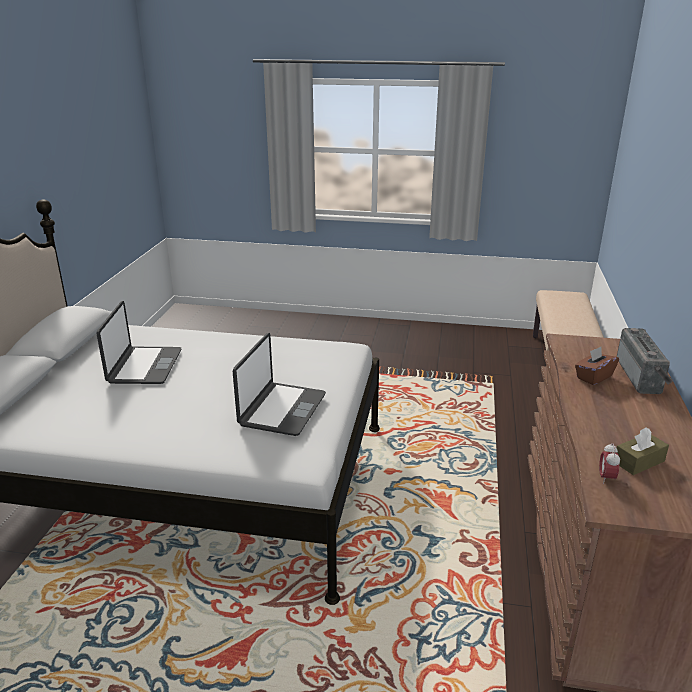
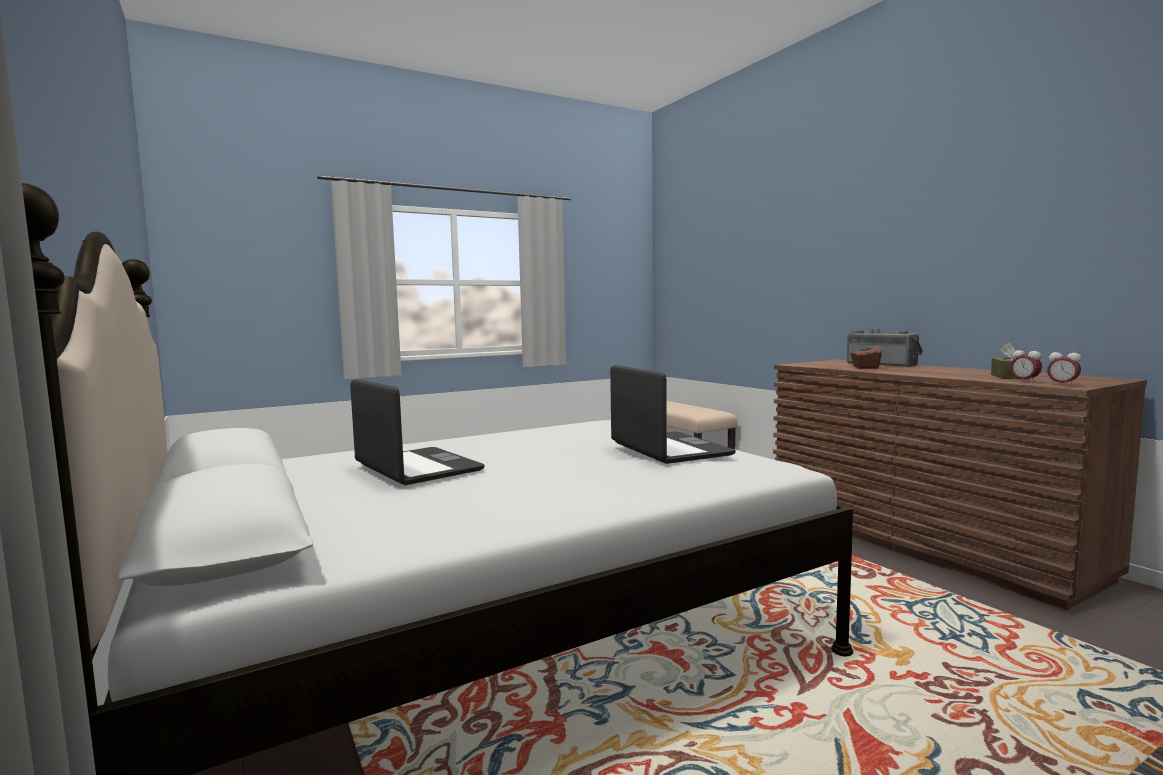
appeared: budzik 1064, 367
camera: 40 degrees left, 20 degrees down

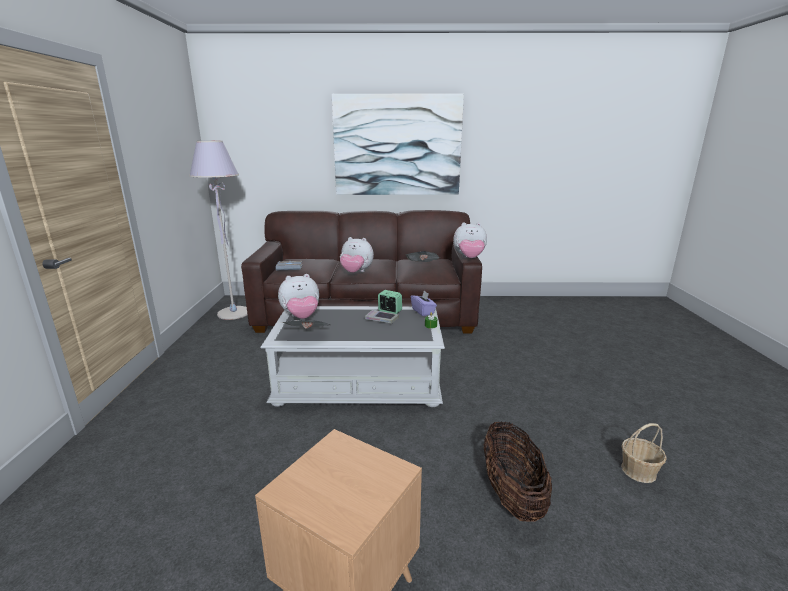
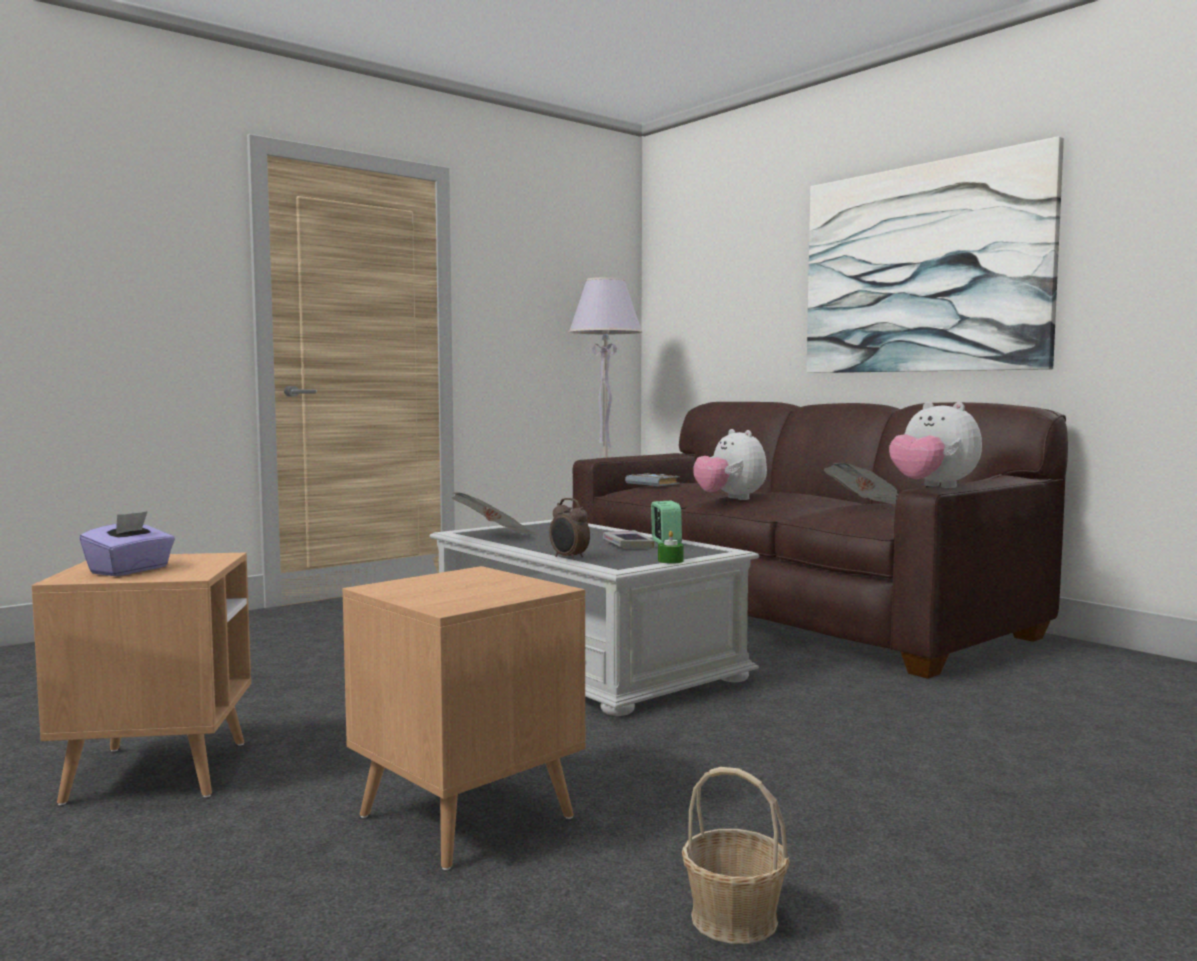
missing: pluszak 298, 296
appeared: budzik 569, 529
relocated: pudełko chusteczek (fioletowy) 424, 303 to 127, 543
exchanged: koszyk 517, 471 to stolik (brązowy) 464, 718
camera: 50 degrees right, 15 degrees down

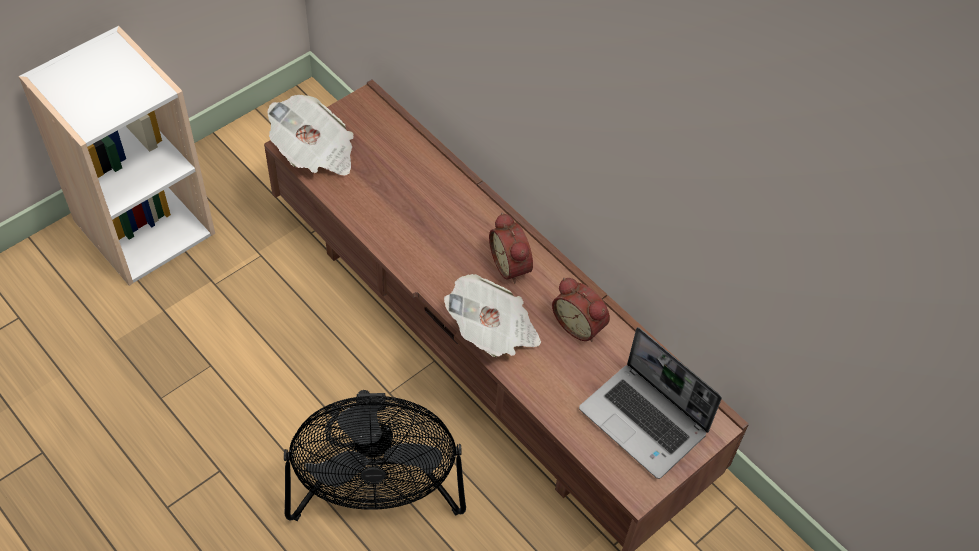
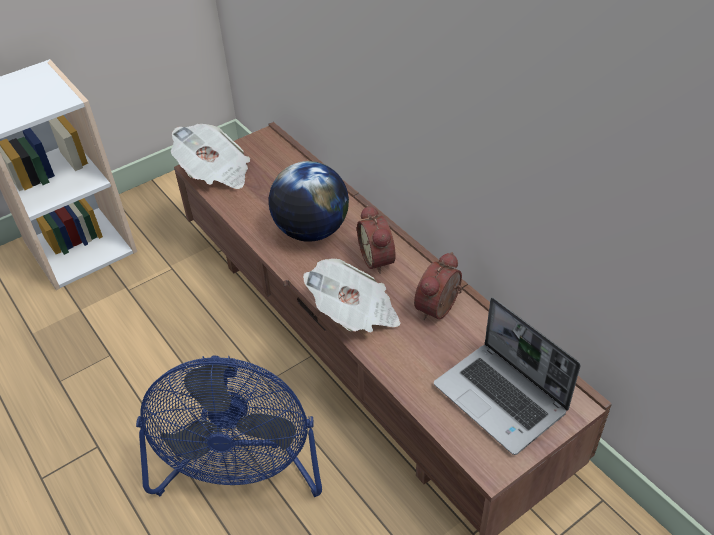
appeared: globus 309, 201
colour: wentylator (czarny) 375, 455 to wentylator (niebieski) 229, 426
spun: budzik 581, 310 = 438, 286 75 degrees clockwise
camera: 10 degrees right, 10 degrees down

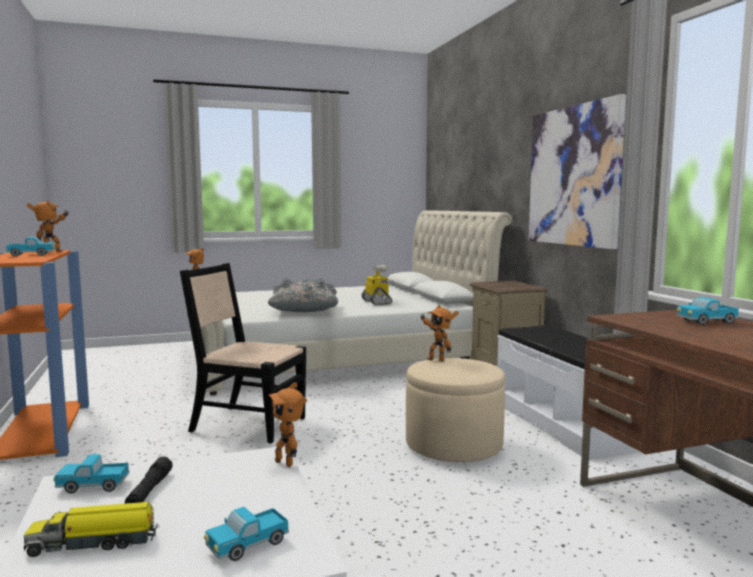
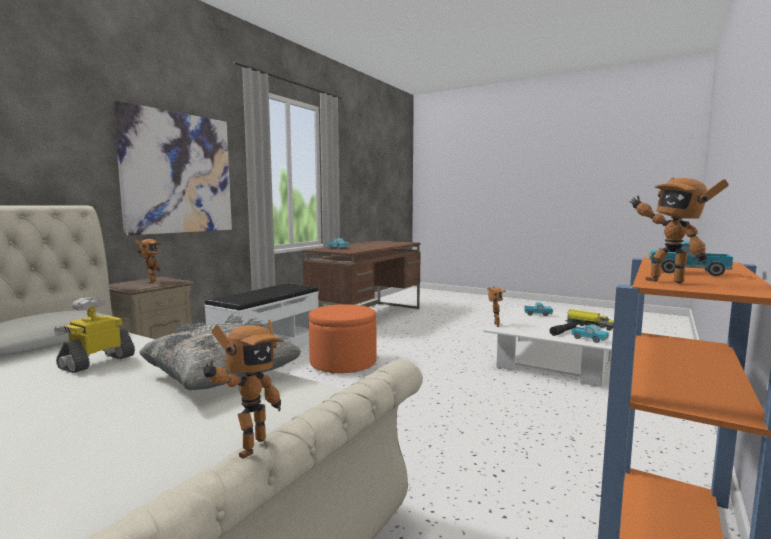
missing: krzesło 243, 353
relocated: robot zabawkowy 439, 333 to 148, 261
colour: pufa (beżowy) 455, 410 to pufa (pomarańczowy) 343, 338
camera: 130 degrees left, 0 degrees up

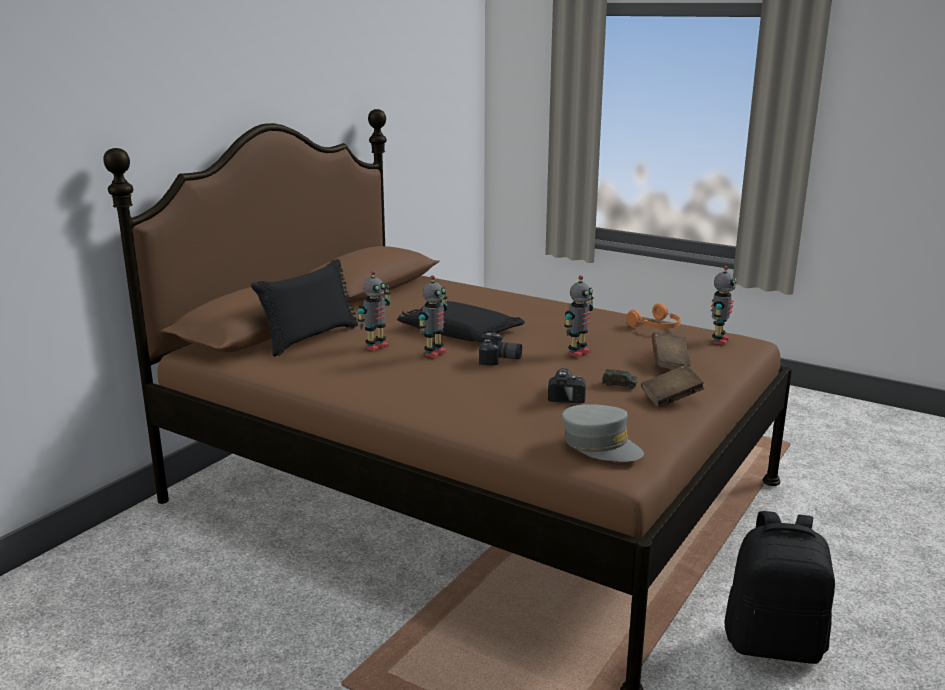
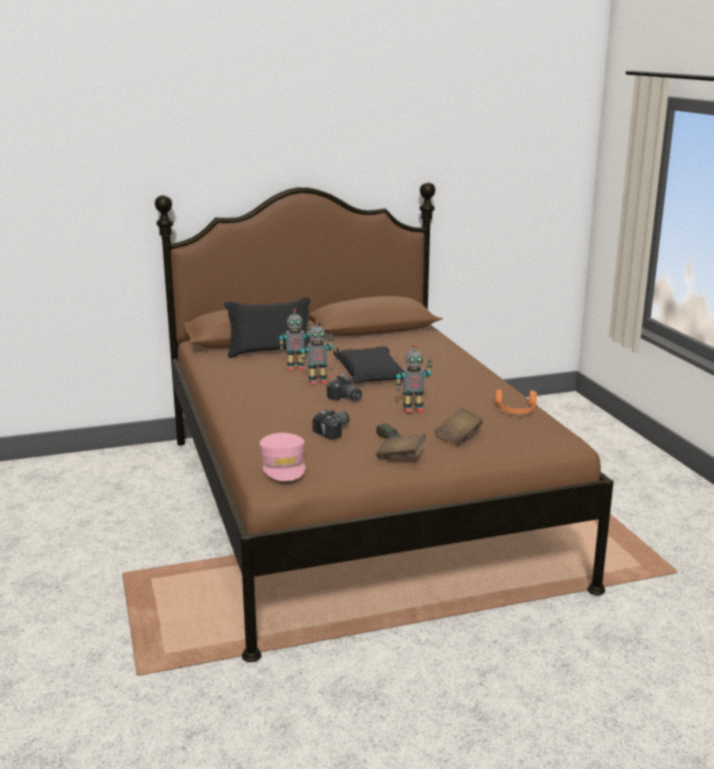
missing: robot zabawkowy 723, 305; plecak (czarny) 780, 587
colour: czapka z daszkiem (szary) 603, 433 to czapka z daszkiem (różowy) 283, 457
camera: 40 degrees right, 0 degrees up

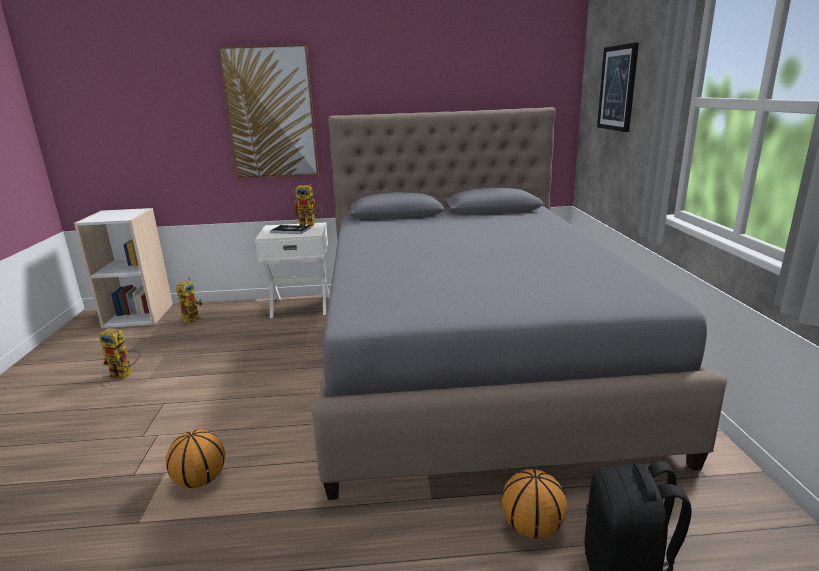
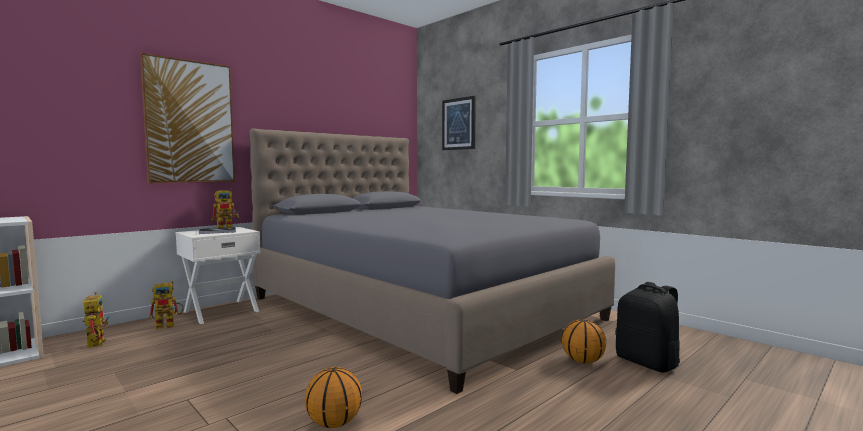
relocated: robot zabawkowy 119, 354 to 166, 305
camera: 40 degrees left, 15 degrees down

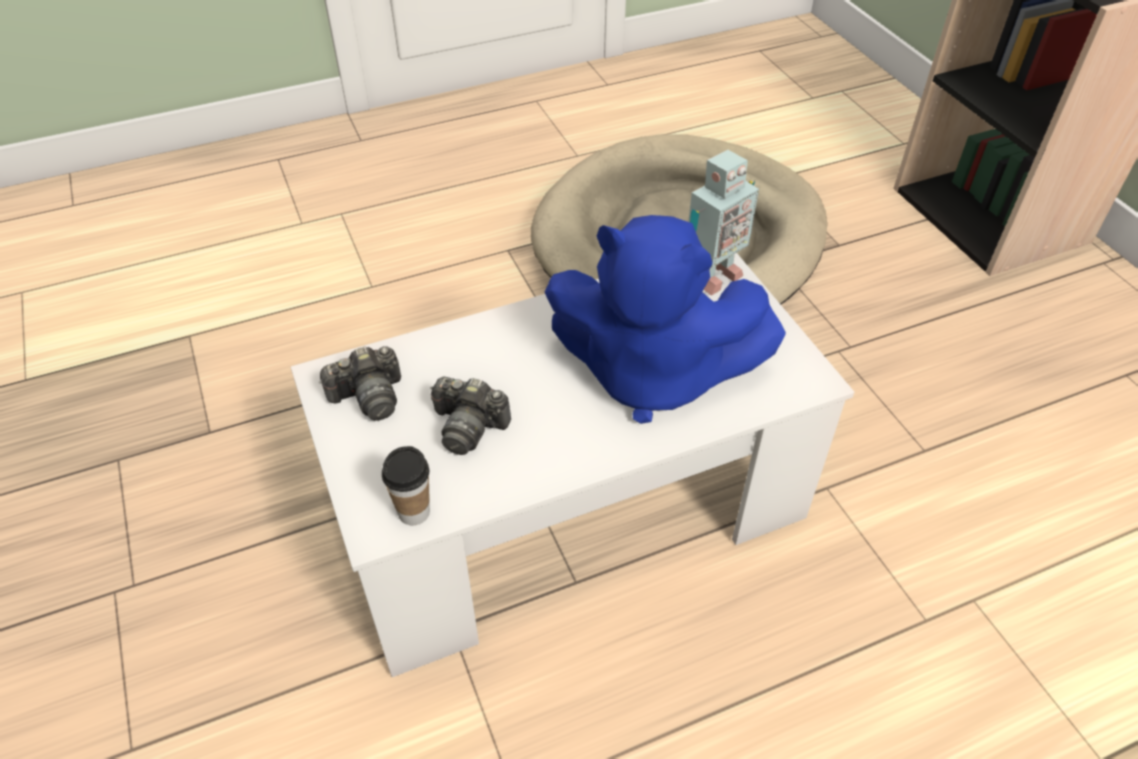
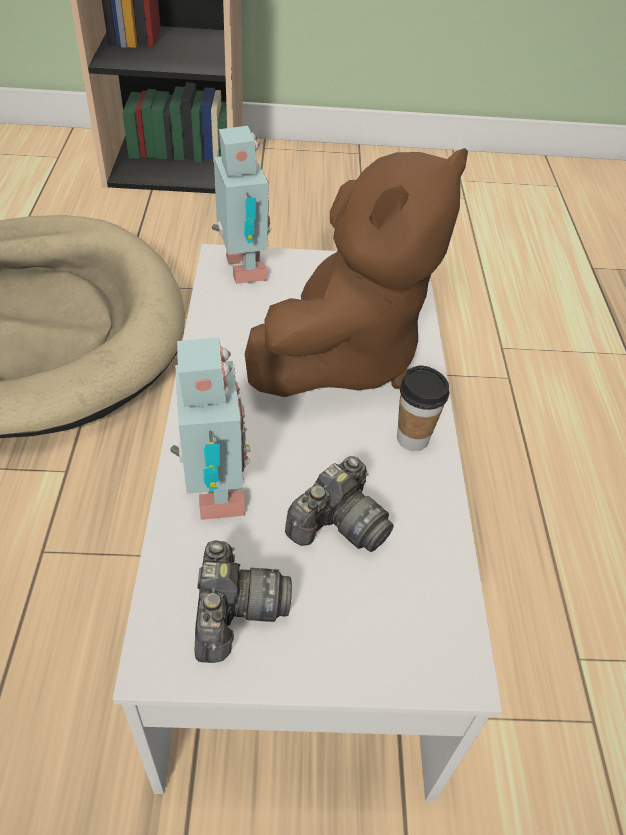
appeared: robot zabawkowy 210, 428
relocated: filiżanka 406, 485 to 423, 408
colour: pluszak (niebieski) 665, 319 to pluszak (brązowy) 356, 272
camera: 70 degrees left, 0 degrees up

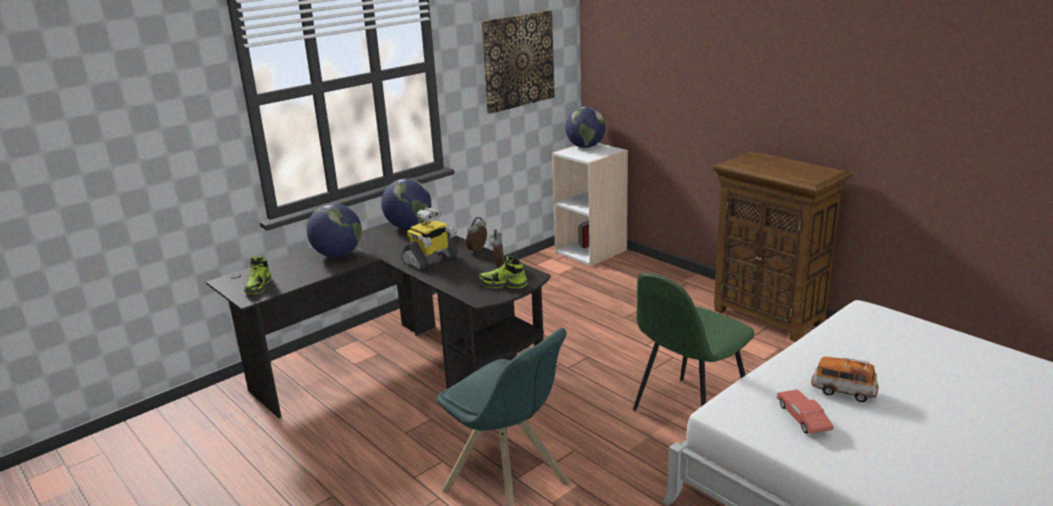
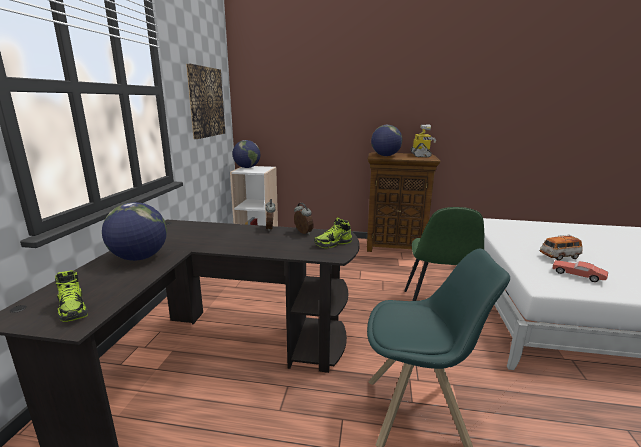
relocated: globus 406, 204 to 386, 140; robot zabawkowy 430, 239 to 423, 141
camera: 40 degrees left, 5 degrees down

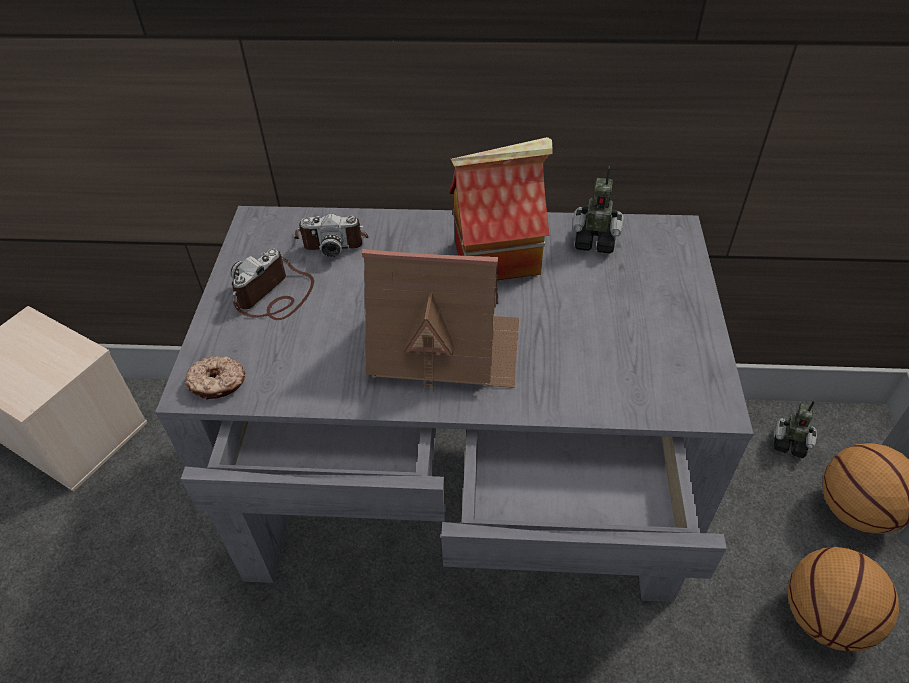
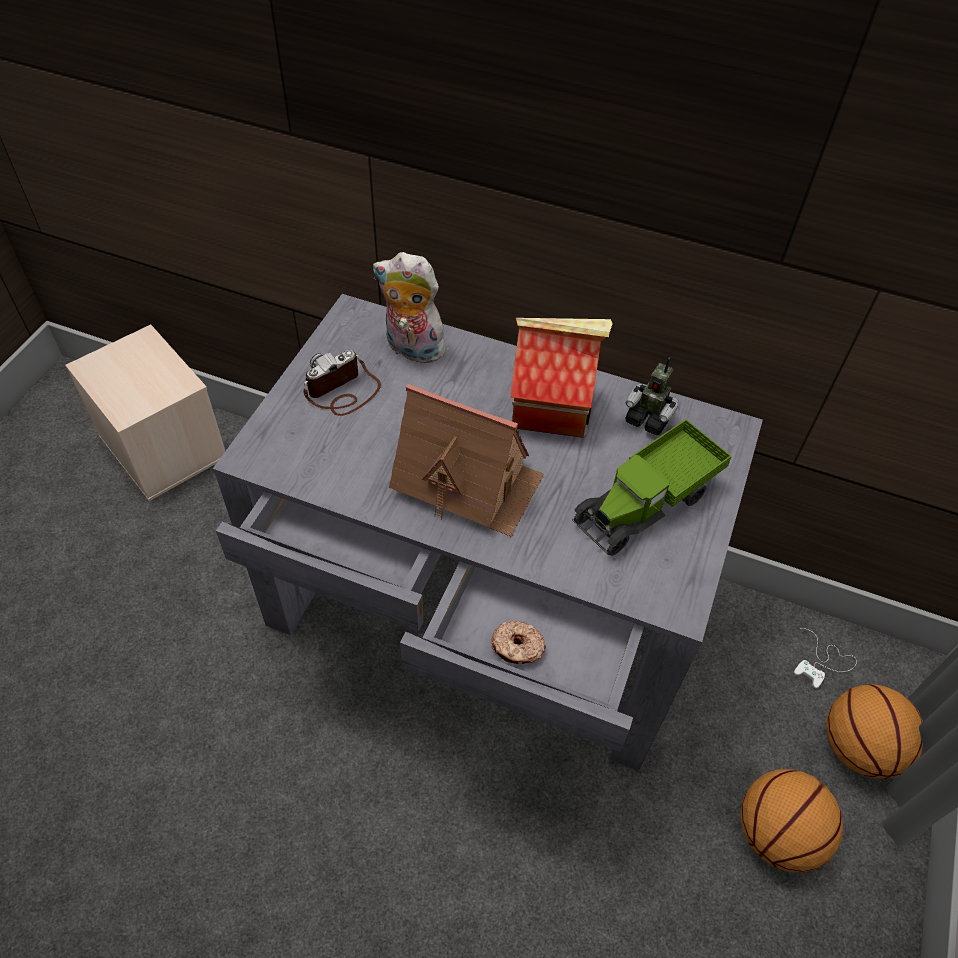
appeared: ciężarówka zabawkowa 652, 487
relocated: donut 214, 378 to 518, 642
exchanged: aparat fotograficzny 331, 235 to pluszak 409, 307; robot zabawkowy 795, 429 to pad do gier (biały) 825, 658
camera: 15 degrees right, 5 degrees up

